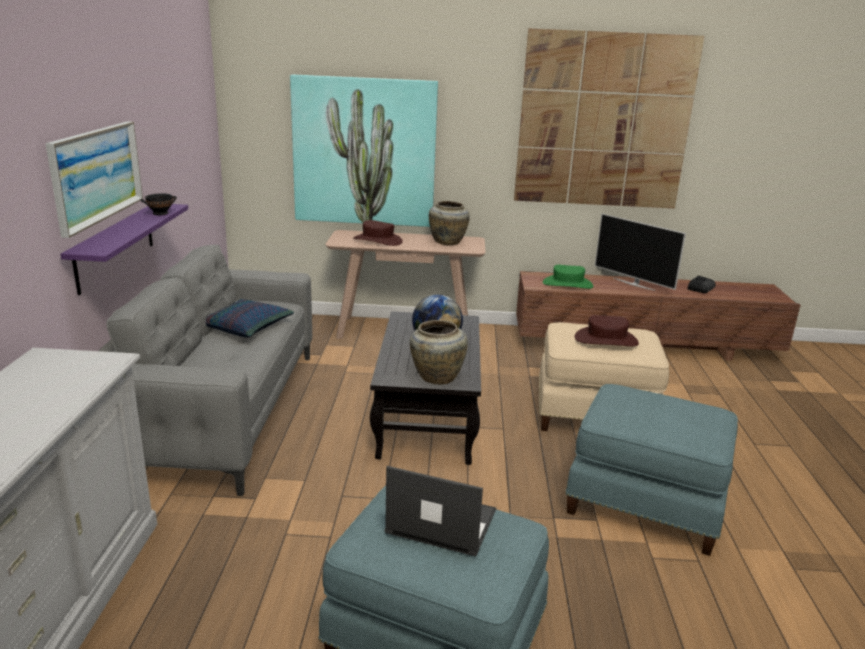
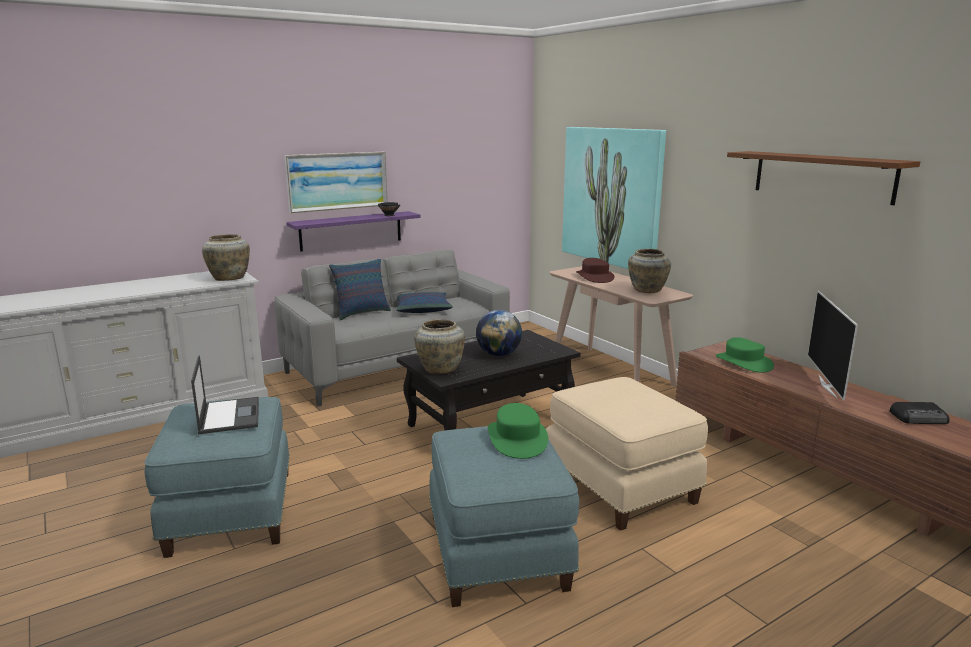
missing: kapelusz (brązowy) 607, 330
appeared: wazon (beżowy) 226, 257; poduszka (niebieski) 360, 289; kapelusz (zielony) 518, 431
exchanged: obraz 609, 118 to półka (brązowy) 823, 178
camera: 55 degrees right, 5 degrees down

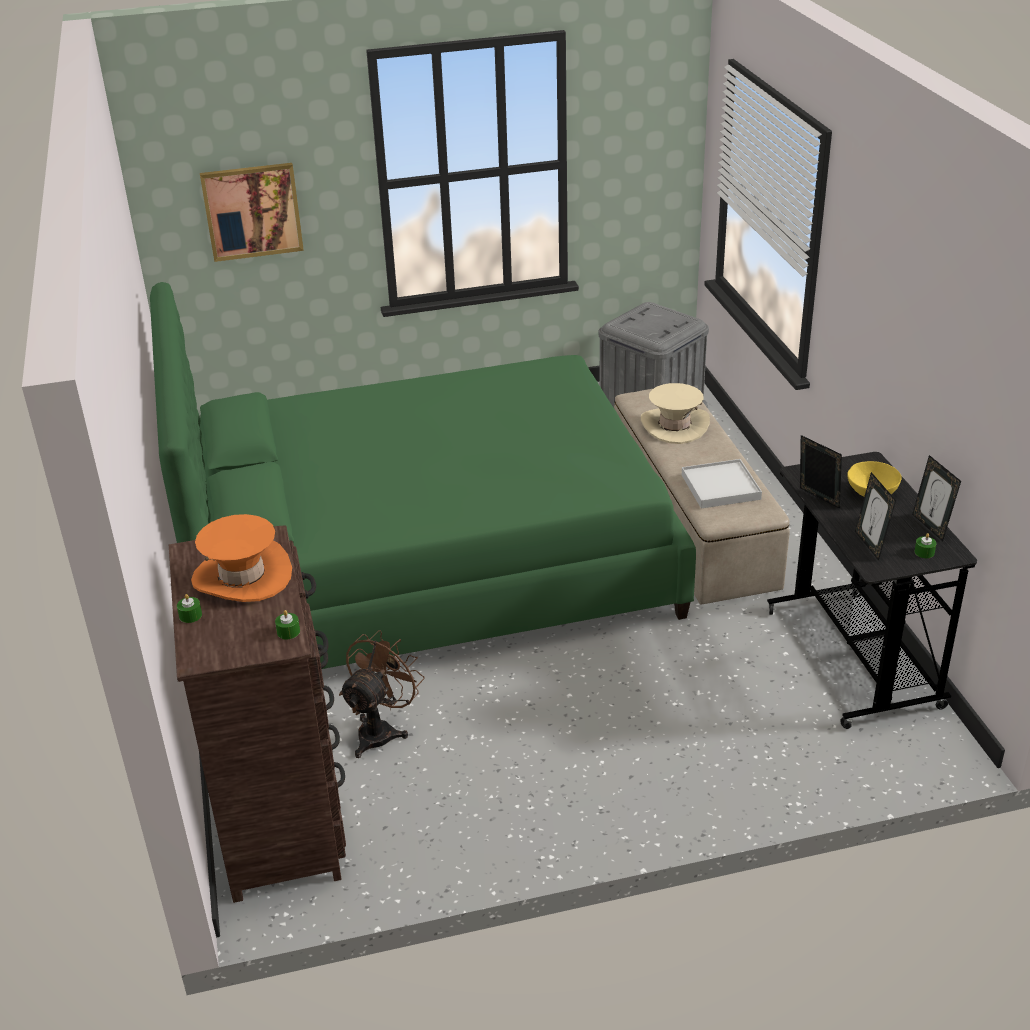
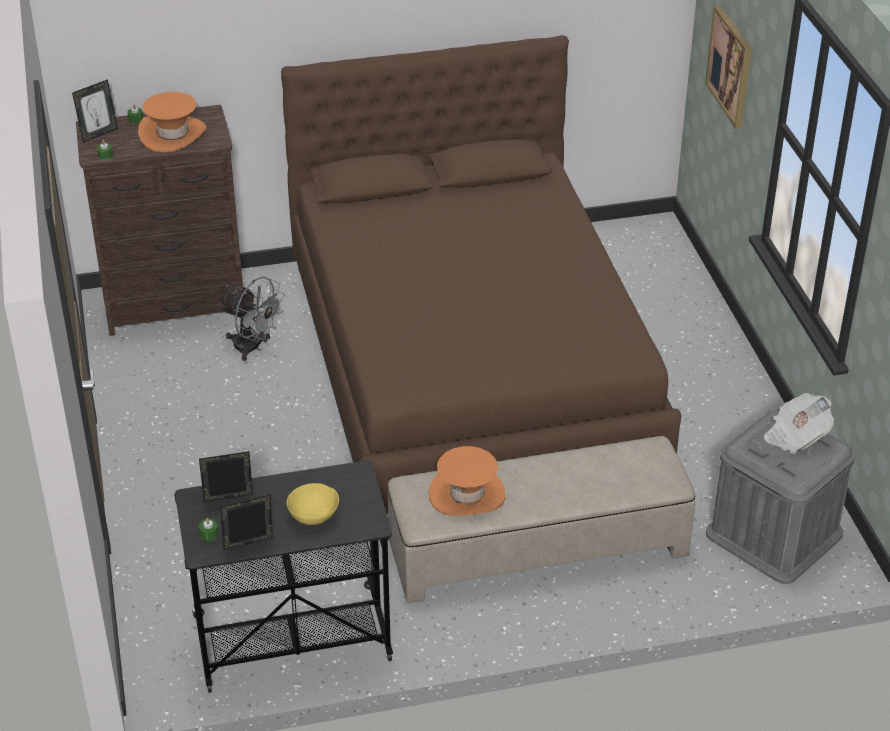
missing: kapelusz (beżowy) 675, 413
appeared: gazeta 799, 423
relocated: ramka na zdjęcie 821, 471 to 95, 111
exchanged: taca (biały) 722, 484 to kapelusz (pomarańczowy) 467, 481
colour: wentylator (brązowy) 382, 694 to wentylator (szary) 251, 319; łóżko (zielony) 423, 475 to łóżko (brązowy) 481, 274
camera: 90 degrees right, 5 degrees up

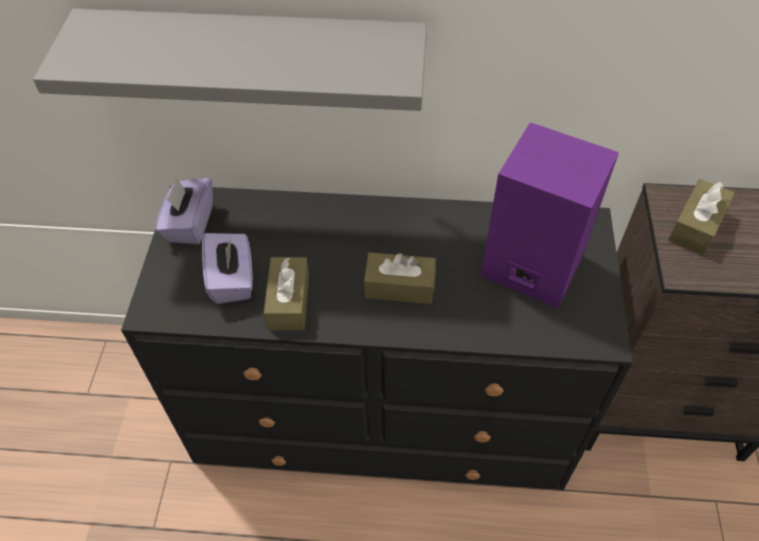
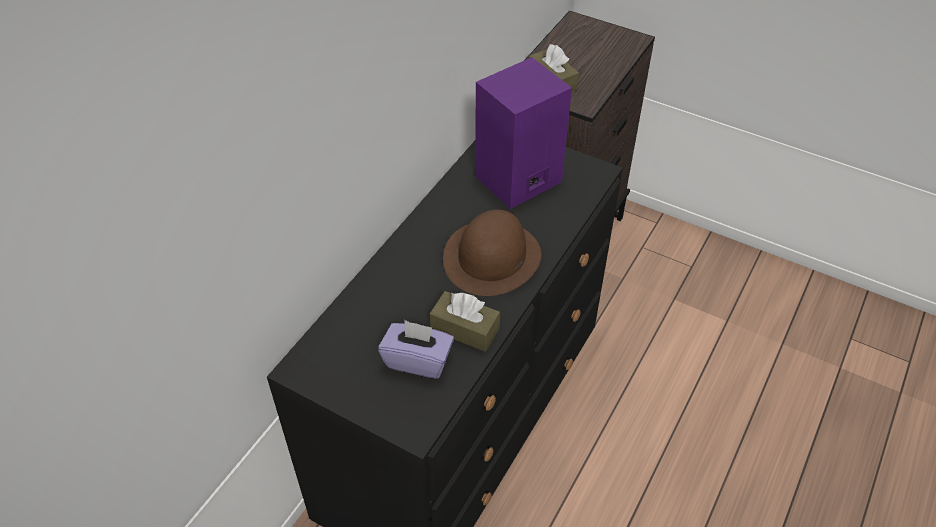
missing: półka (szary) 230, 60; pudełko chusteczek (fioletowy) 184, 211
exchanged: pudełko chusteczek (brązowy) 399, 278 to kapelusz (brązowy) 492, 253
camera: 65 degrees left, 5 degrees down

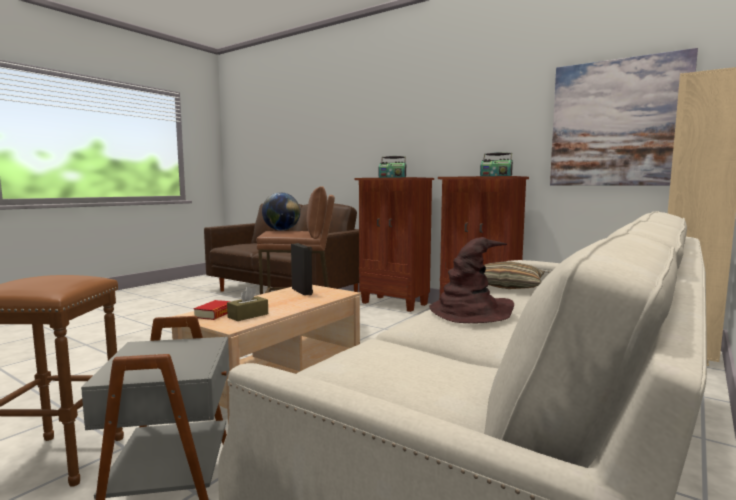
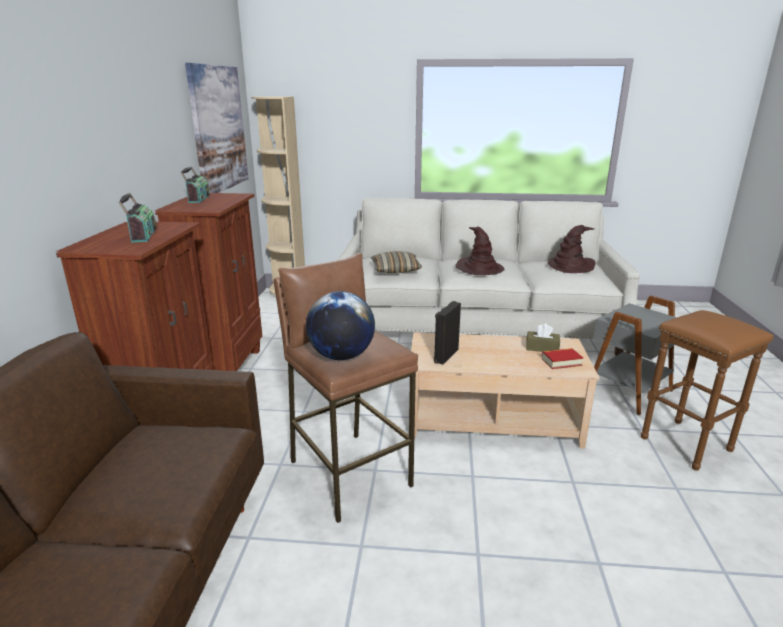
appeared: kapelusz (brązowy) 571, 249
camera: 120 degrees left, 15 degrees up

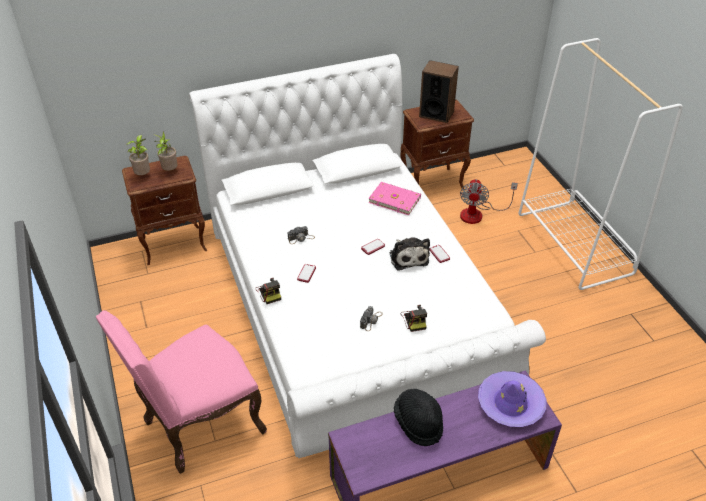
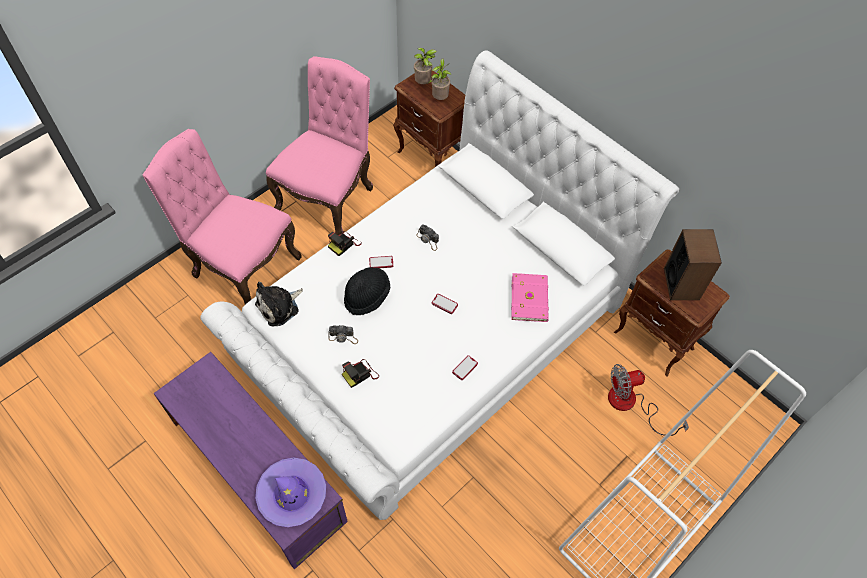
appeared: krzesło (różowy) 319, 145
relocated: pluszak 409, 254 to 279, 304; kapelusz (czarny) 418, 418 to 367, 291
camera: 65 degrees right, 15 degrees up

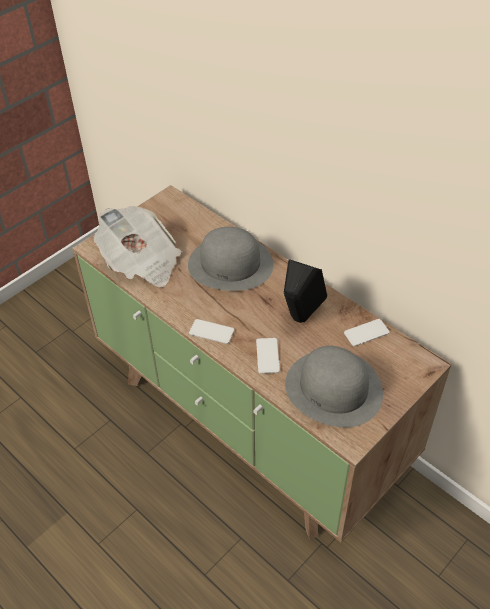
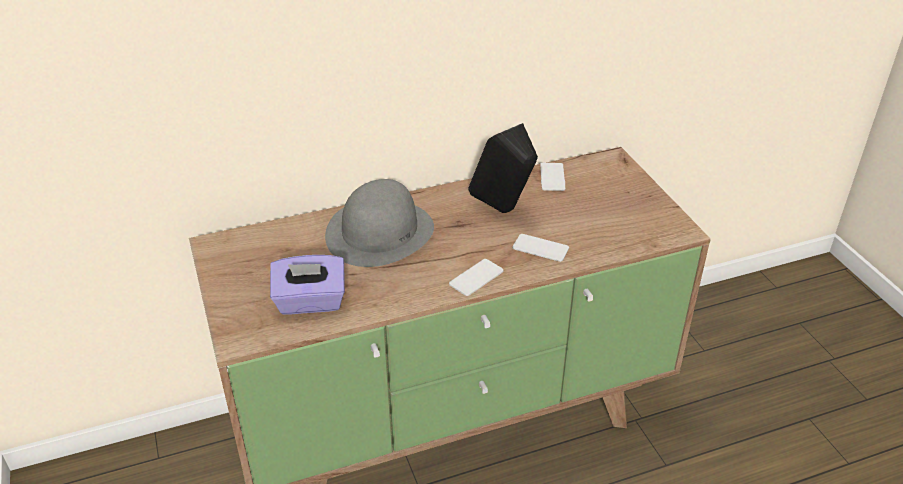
missing: kapelusz (szary) 334, 387
exchanged: gazeta 137, 246 to pudełko chusteczek (fioletowy) 307, 284
camera: 65 degrees left, 10 degrees down

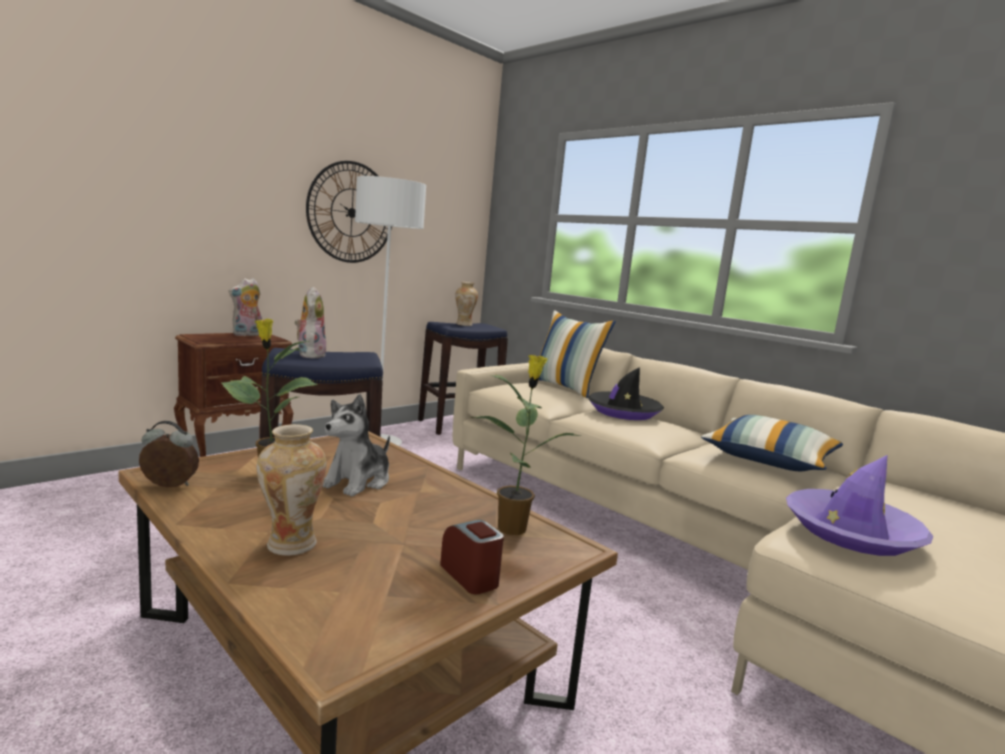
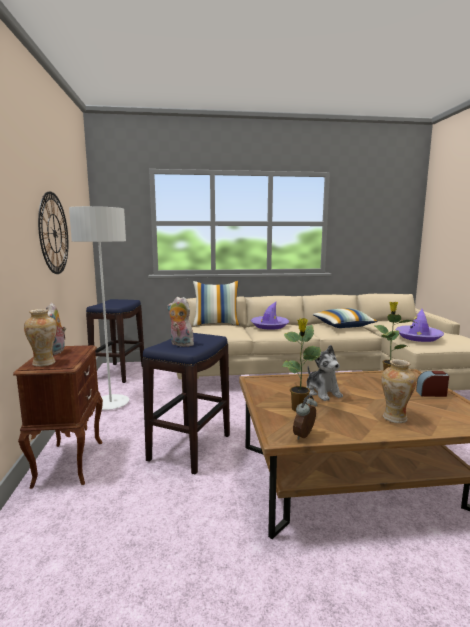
relocated: wazon 466, 304 to 40, 338
colour: kapelusz (czarny) 626, 393 to kapelusz (fioletowy) 270, 316
camera: 50 degrees left, 0 degrees up

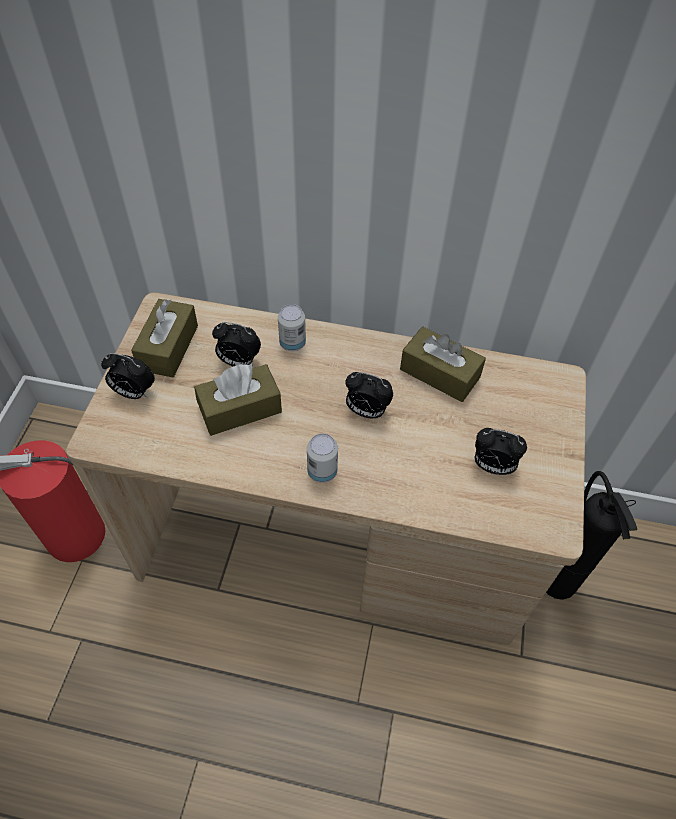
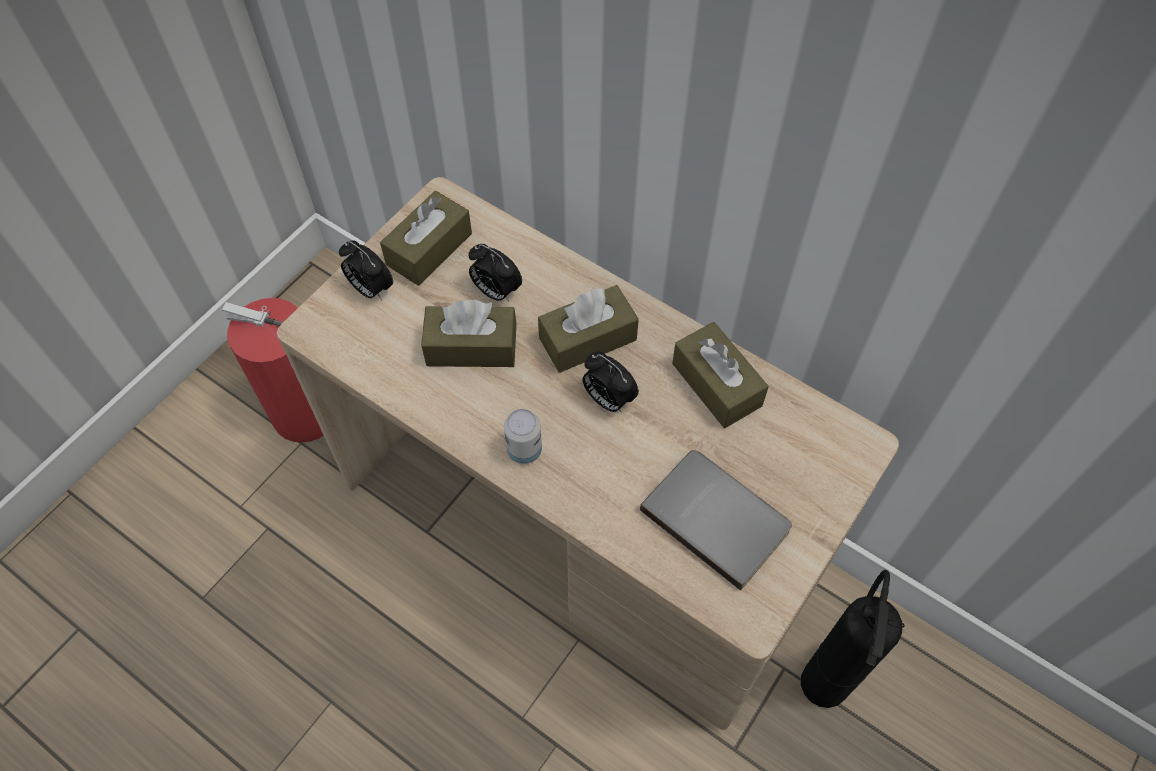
missing: puszka 292, 327
appeared: pudełko chusteczek (brązowy) 588, 329
exchanged: budzik 501, 451 to książka (szary) 716, 520
camera: 25 degrees right, 5 degrees up

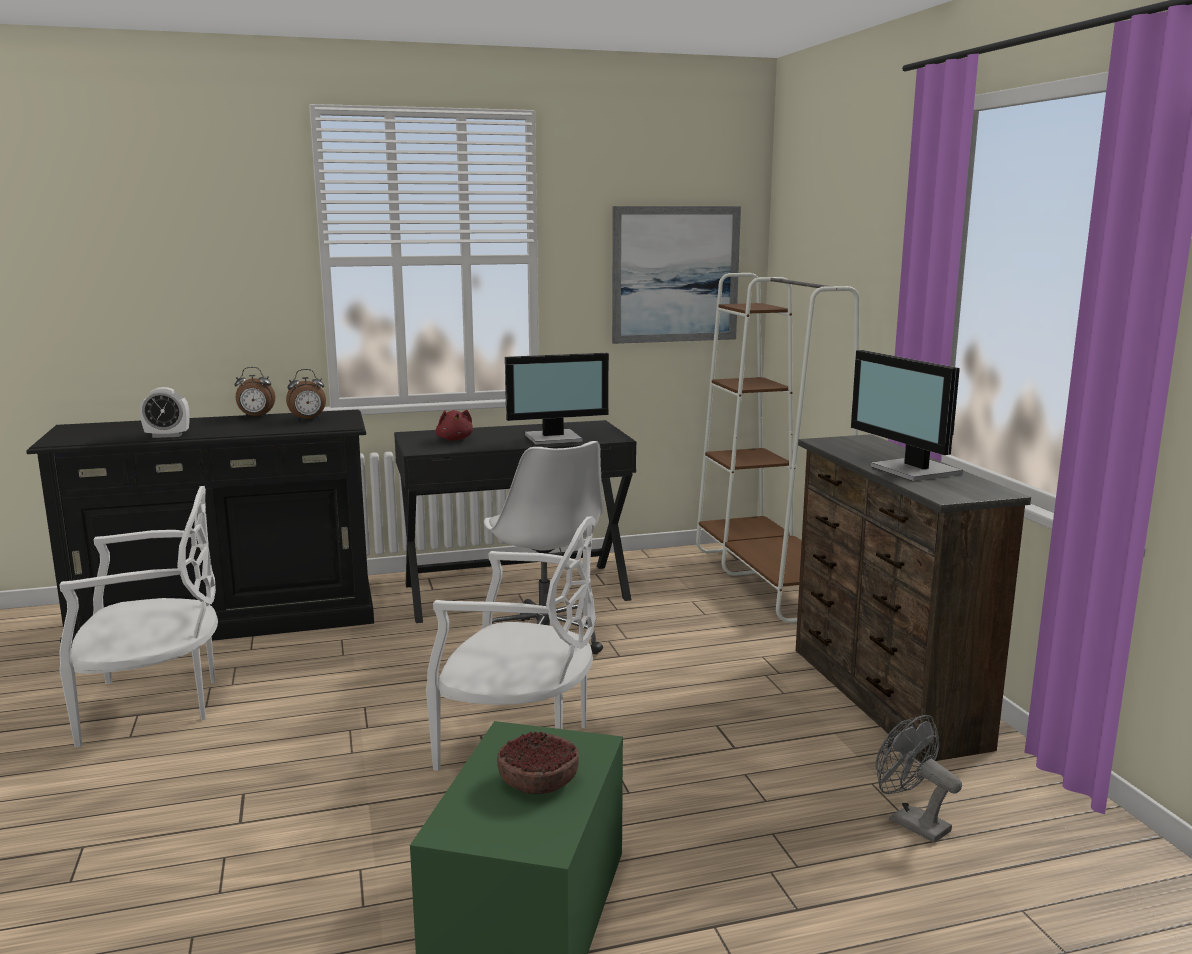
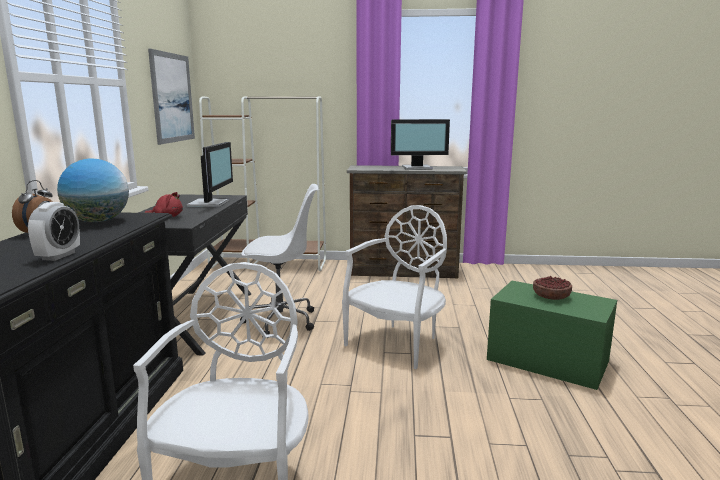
missing: wentylator (szary) 919, 779
exchanged: budzik 306, 395 to globus 93, 190
camera: 70 degrees left, 0 degrees up

